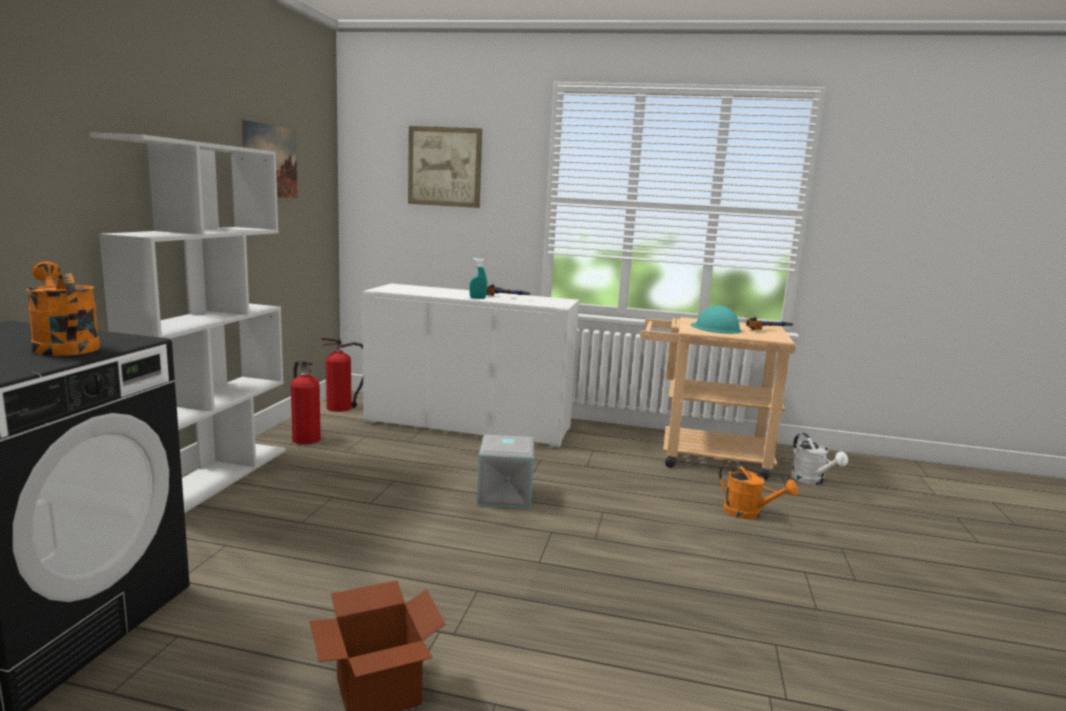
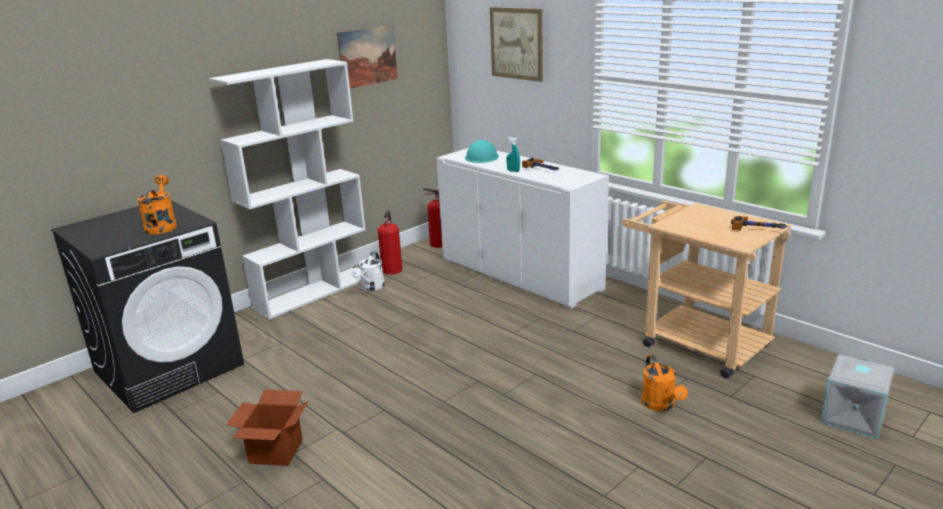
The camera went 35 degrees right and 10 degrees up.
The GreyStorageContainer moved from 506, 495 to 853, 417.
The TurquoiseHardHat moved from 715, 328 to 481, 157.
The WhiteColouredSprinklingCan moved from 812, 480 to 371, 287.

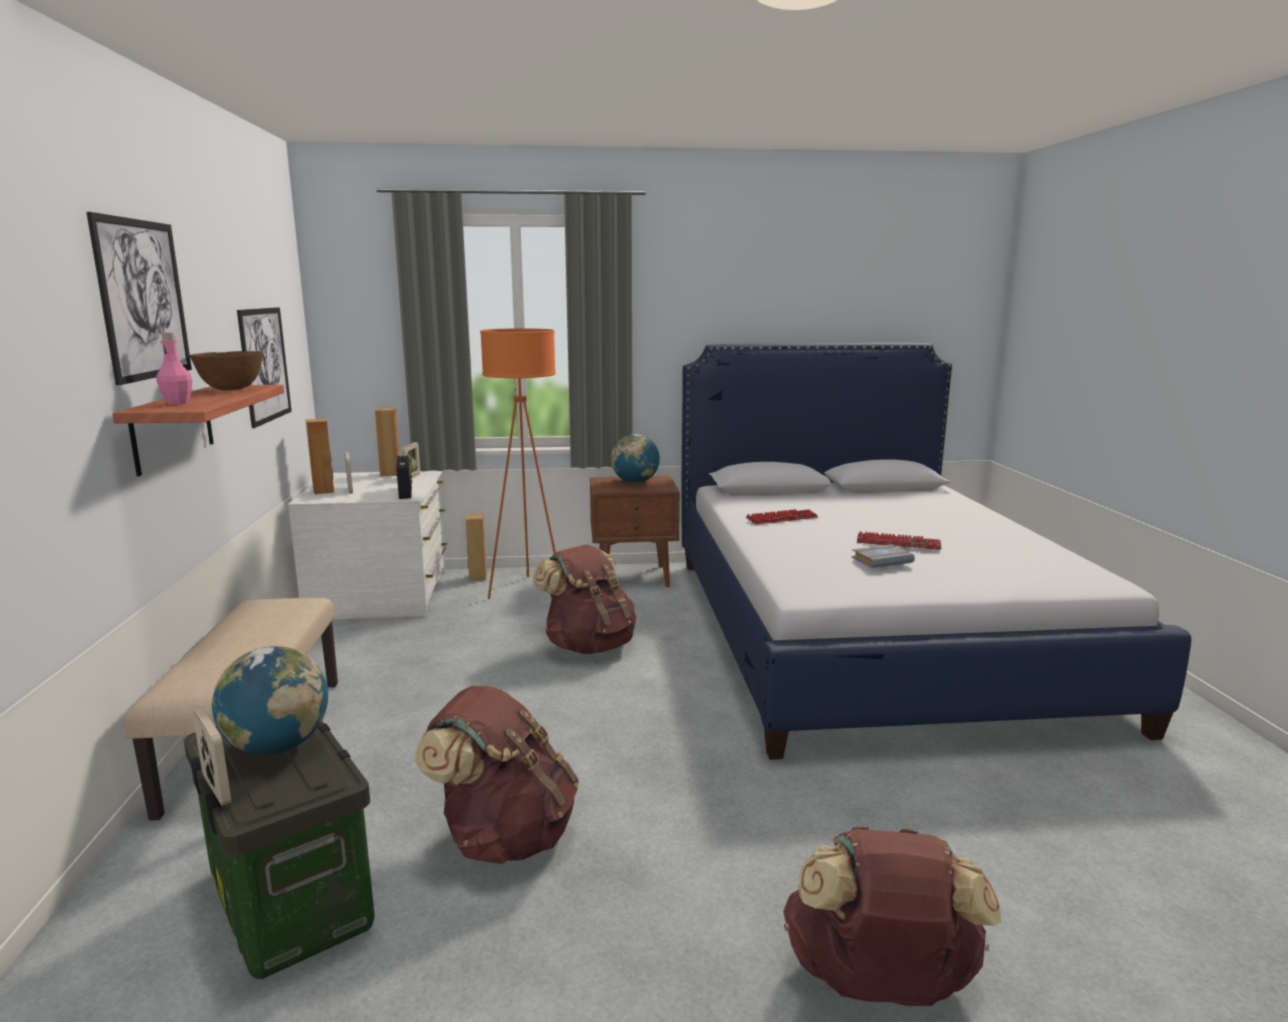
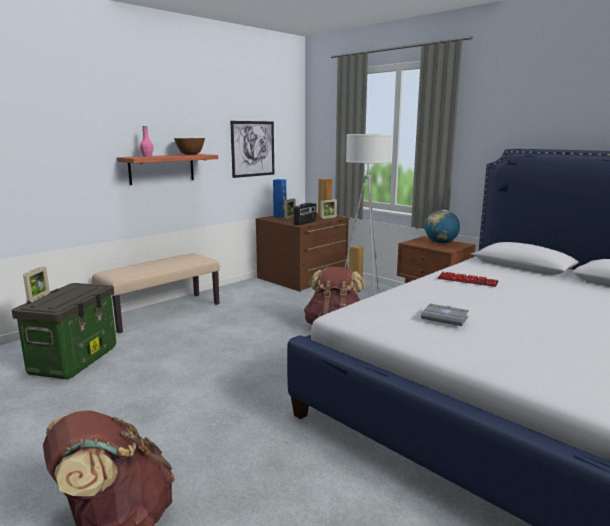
The camera went 50 degrees right and 0 degrees up.
The Picture at 143, 299 disappeared.
The WorldGlobe at 277, 746 disappeared.
The WhiteColouredDrawerChest at 382, 594 became the BrownishDrawerChest at 303, 277.
The BrownishLoudspeaker at 324, 491 became the BluishLoudspeaker at 280, 216.
The BrownishRucksack at 504, 837 disappeared.
The OrangeyFloorLamp at 527, 591 became the WhiteColouredFloorLamp at 363, 296.
The ComputerKeyboard at 898, 543 disappeared.

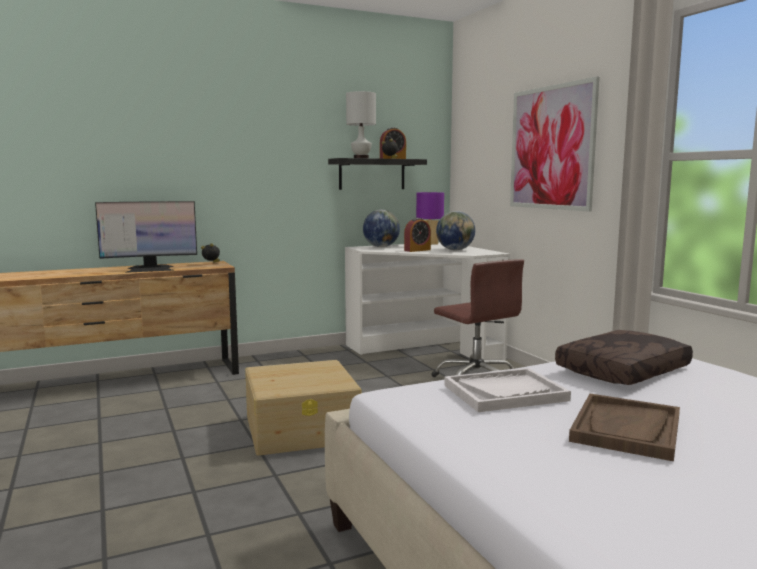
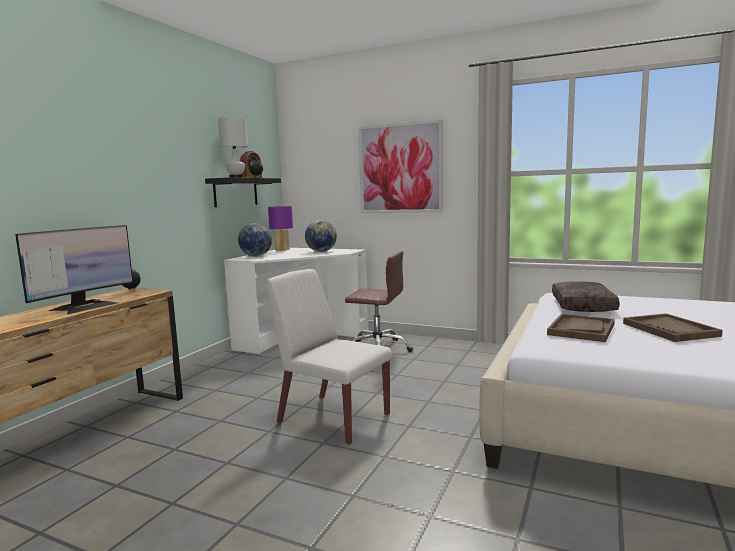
The camera went 40 degrees left and 0 degrees up.
The BeigeColouredStorageContainer at 302, 428 was replaced by the WhiteColouredPlainChair at 332, 418.
The AlarmClock at 417, 250 disappeared.
The WhiteColouredTray at 505, 393 became the BrownishTray at 581, 329.

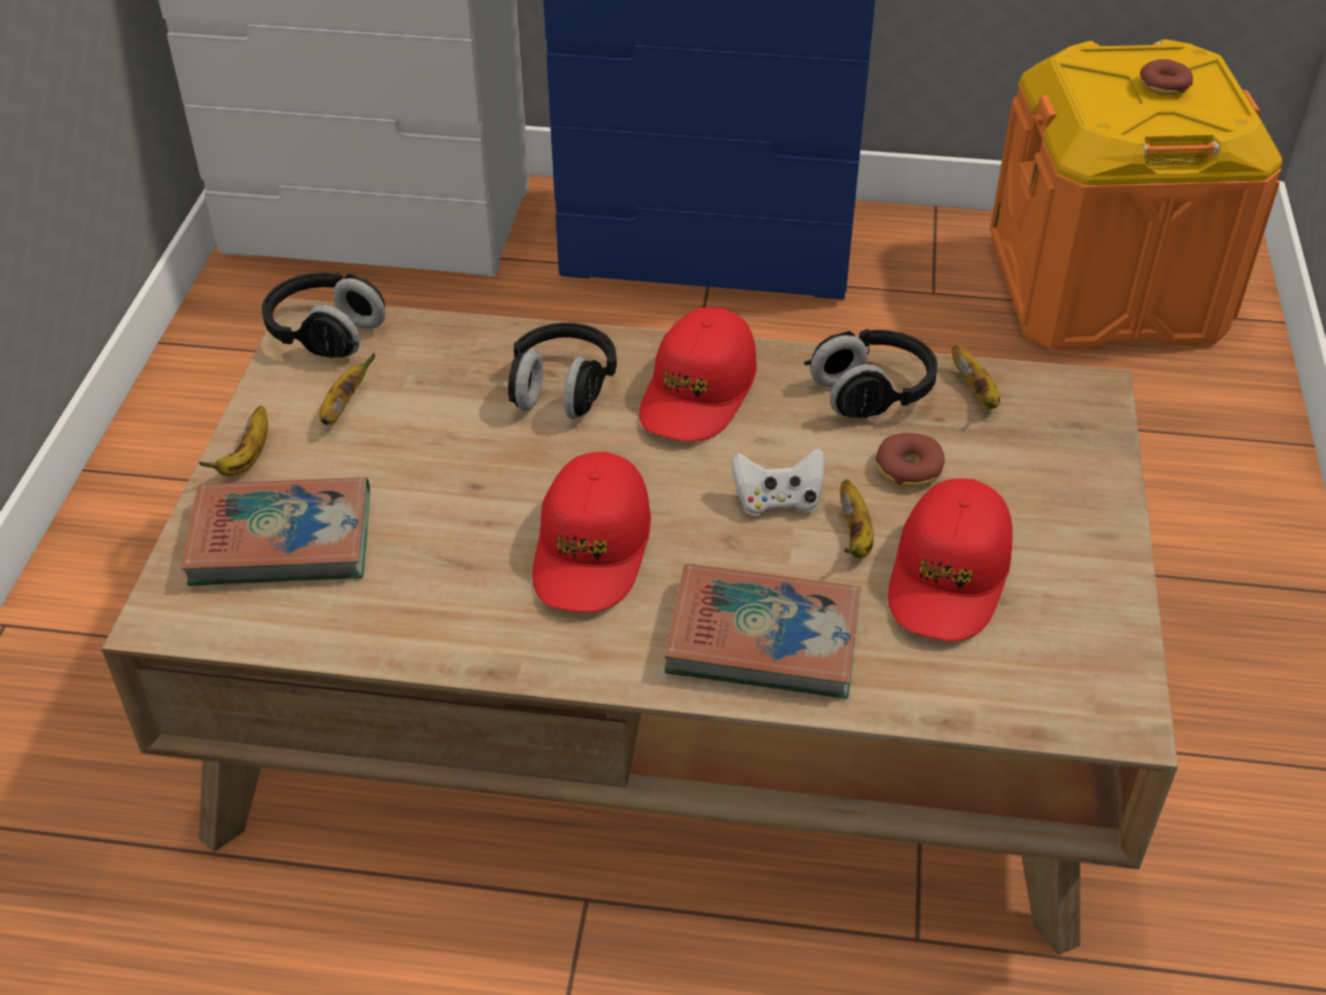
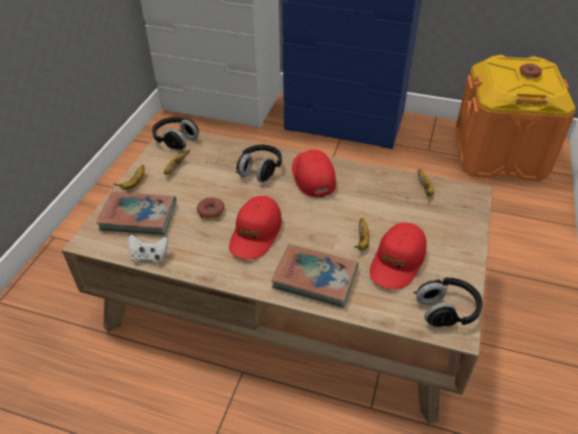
The camera went 10 degrees right and 0 degrees up.
The RedCap at 698, 392 turned 135 degrees clockwise.
The WhiteColouredGamepad moved from 778, 501 to 149, 257.
The BlackishHeadphones moved from 872, 393 to 446, 310.
The Donut moved from 908, 469 to 211, 212.

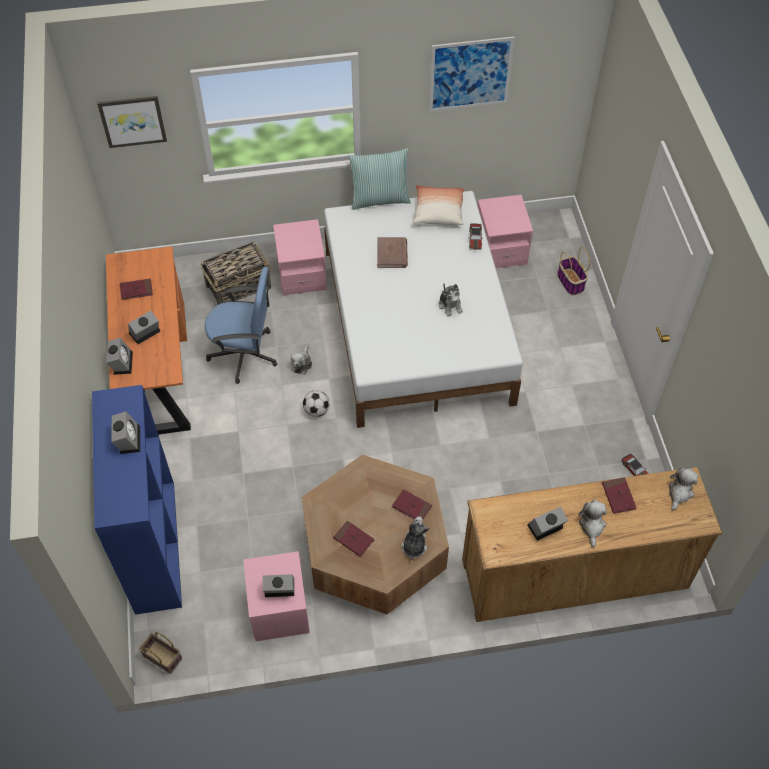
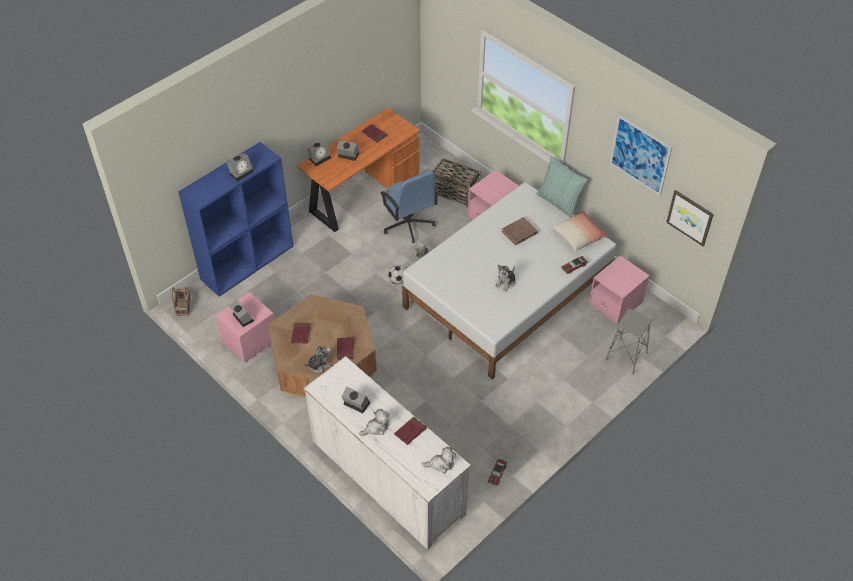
The camera went 55 degrees right and 5 degrees down.
The Picture moved from 132, 121 to 690, 217.
The BrownishDrawerChest at 574, 573 became the WhiteColouredDrawerChest at 387, 477.
The StorageBasket at 571, 282 was replaced by the GreySittingStool at 626, 357.

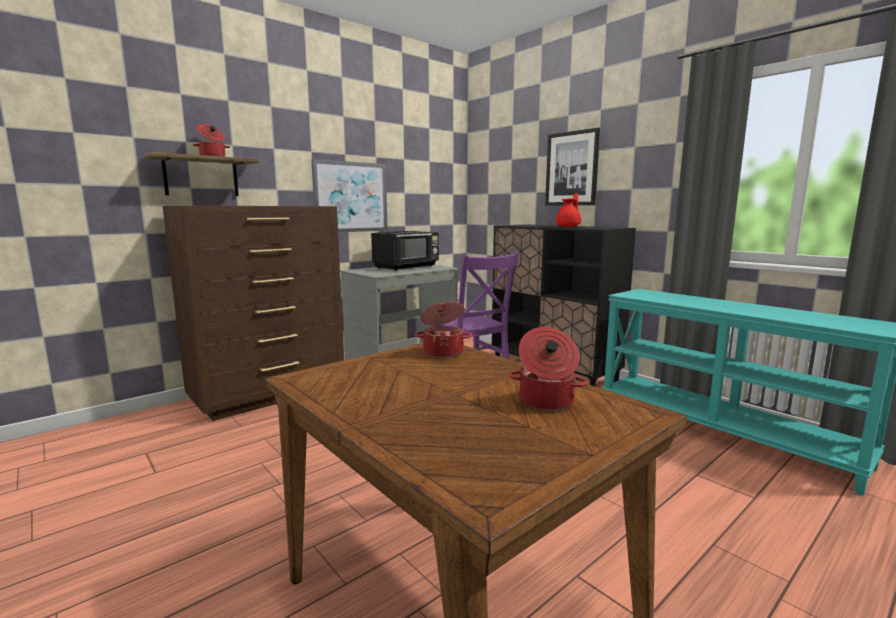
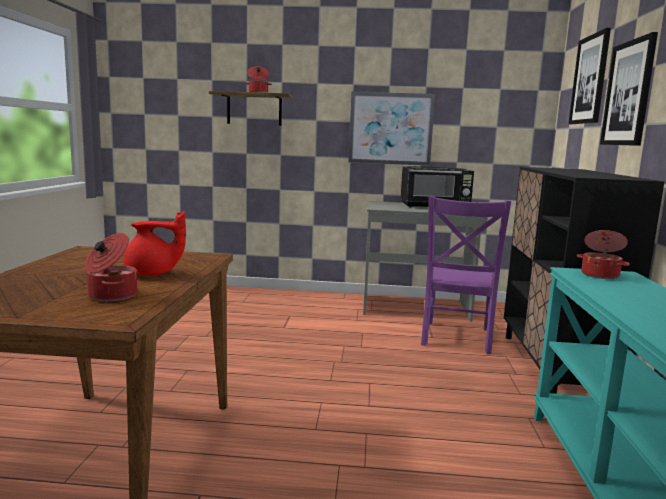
The camera went 45 degrees right and 0 degrees up.
The BrownishDrawerChest at 270, 394 disappeared.
The Saucepot moved from 443, 352 to 600, 275.
The RedPotForTea moved from 569, 226 to 152, 274.
The Picture at 590, 79 appeared.

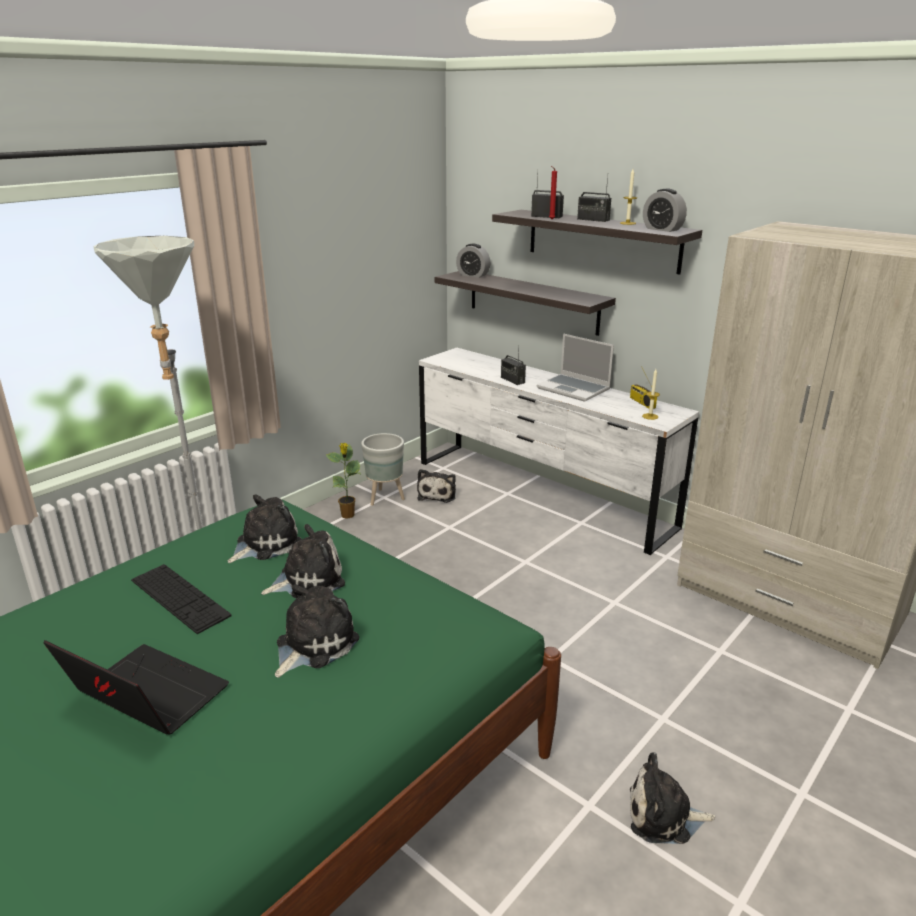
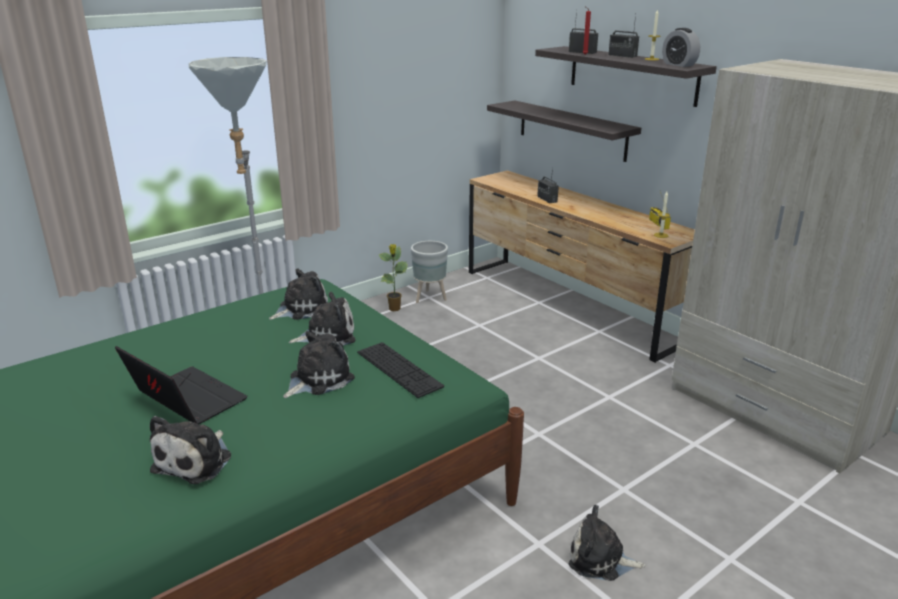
The camera went 10 degrees right and 0 degrees up.
The ComputerKeyboard moved from 179, 597 to 399, 369.
The CuddlyToy moved from 437, 494 to 196, 461.
The WhiteColouredDrawerChest at 540, 493 became the BrownishDrawerChest at 568, 304.
The AlarmClock at 473, 275 disappeared.
The NotebookComputer at 574, 389 disappeared.

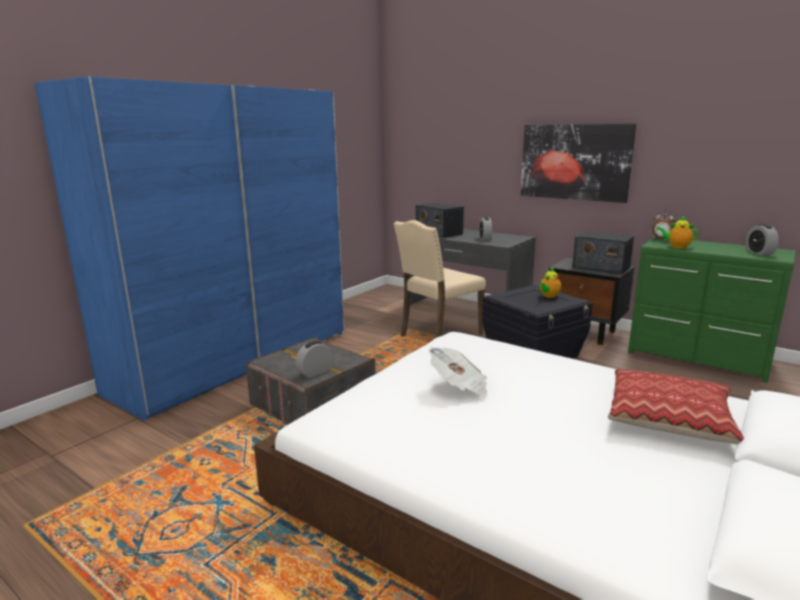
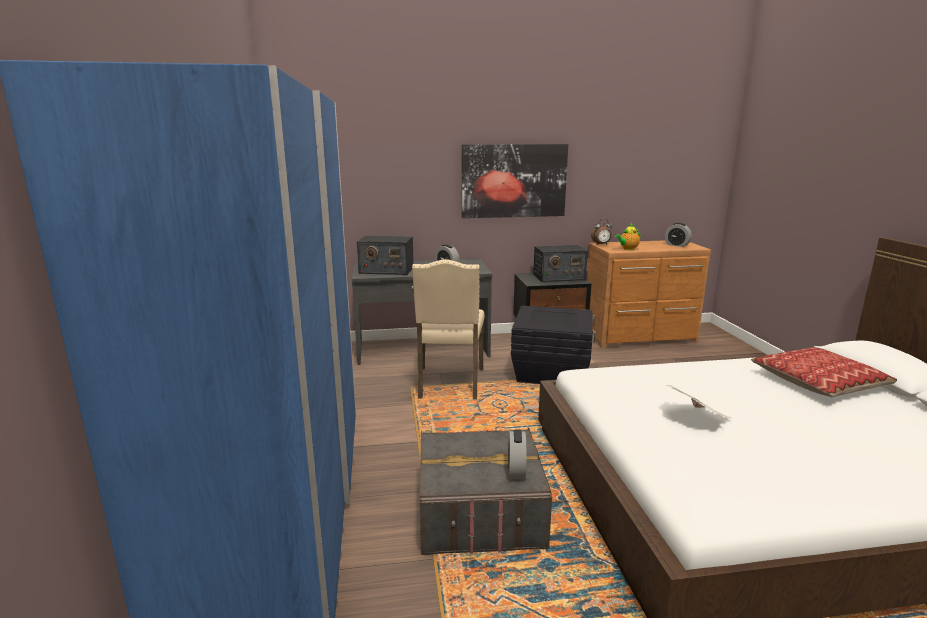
The camera went 45 degrees left and 0 degrees up.
The PotForTea at 548, 296 disappeared.
The GreenDrawerChest at 698, 358 became the BrownishDrawerChest at 641, 336.

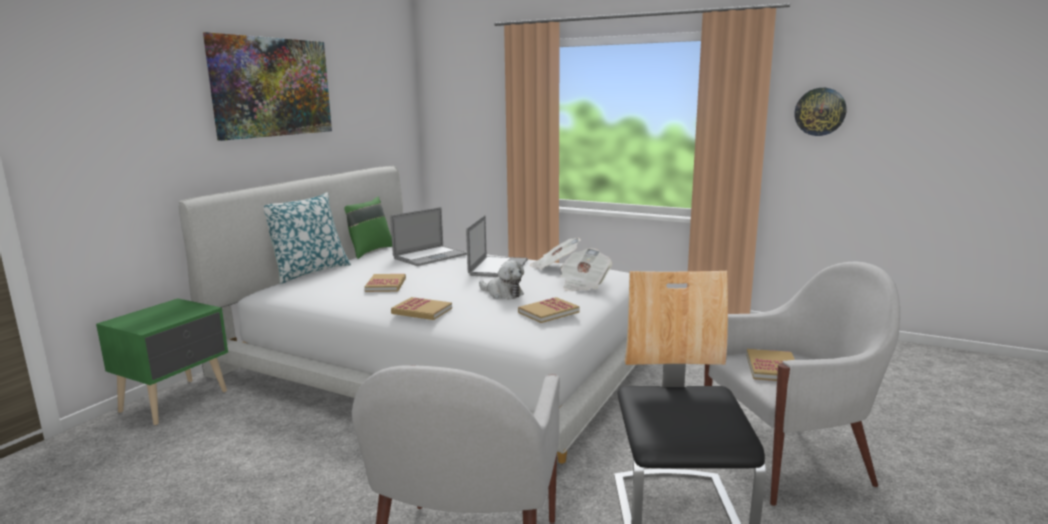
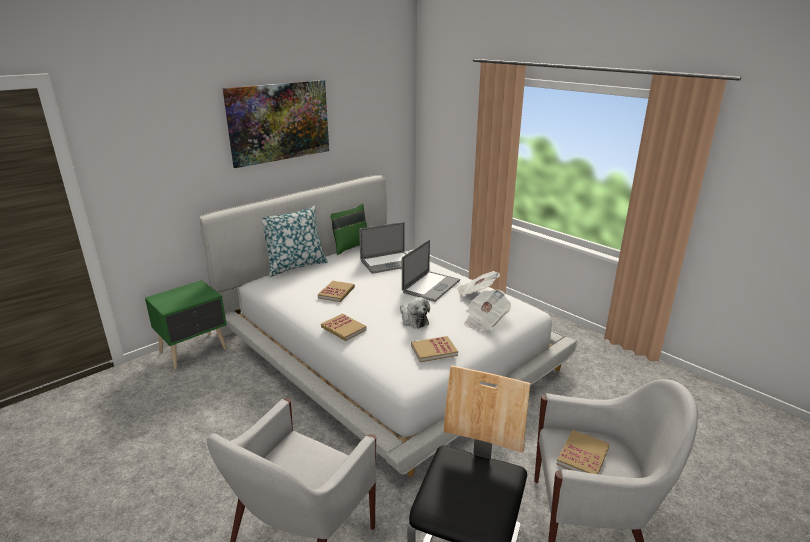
The camera went 20 degrees right and 10 degrees up.
The HangingClock at 820, 111 disappeared.

